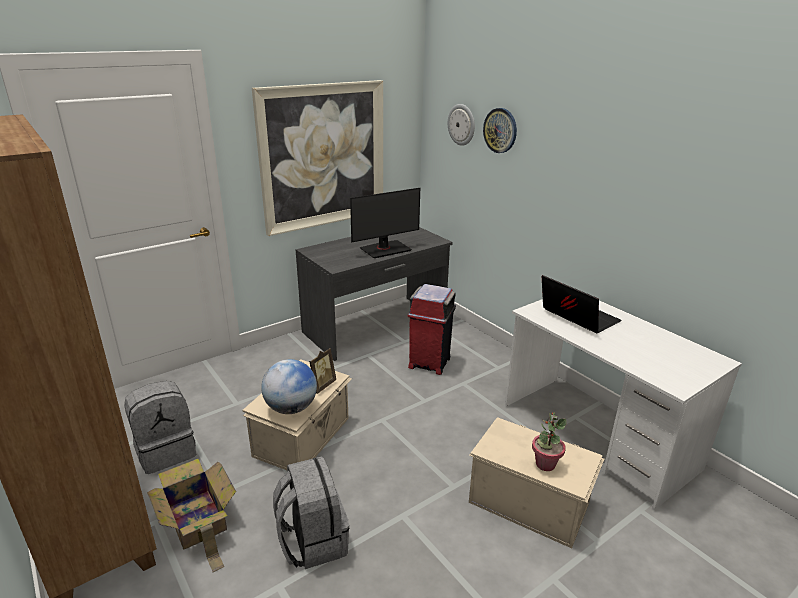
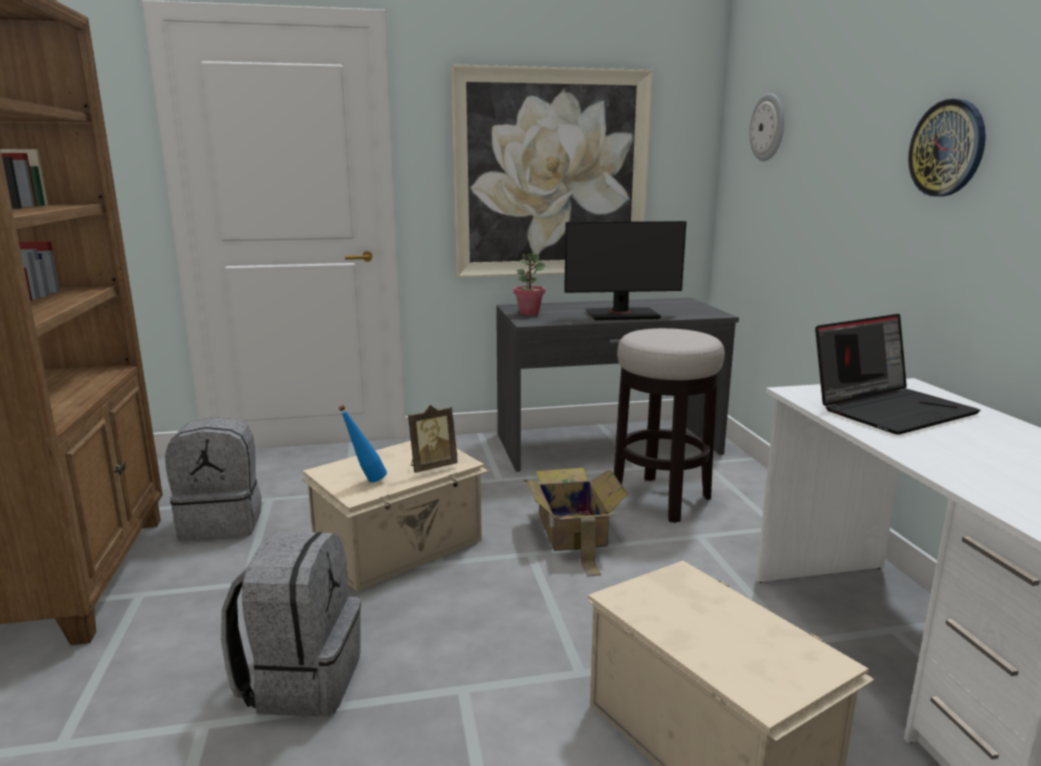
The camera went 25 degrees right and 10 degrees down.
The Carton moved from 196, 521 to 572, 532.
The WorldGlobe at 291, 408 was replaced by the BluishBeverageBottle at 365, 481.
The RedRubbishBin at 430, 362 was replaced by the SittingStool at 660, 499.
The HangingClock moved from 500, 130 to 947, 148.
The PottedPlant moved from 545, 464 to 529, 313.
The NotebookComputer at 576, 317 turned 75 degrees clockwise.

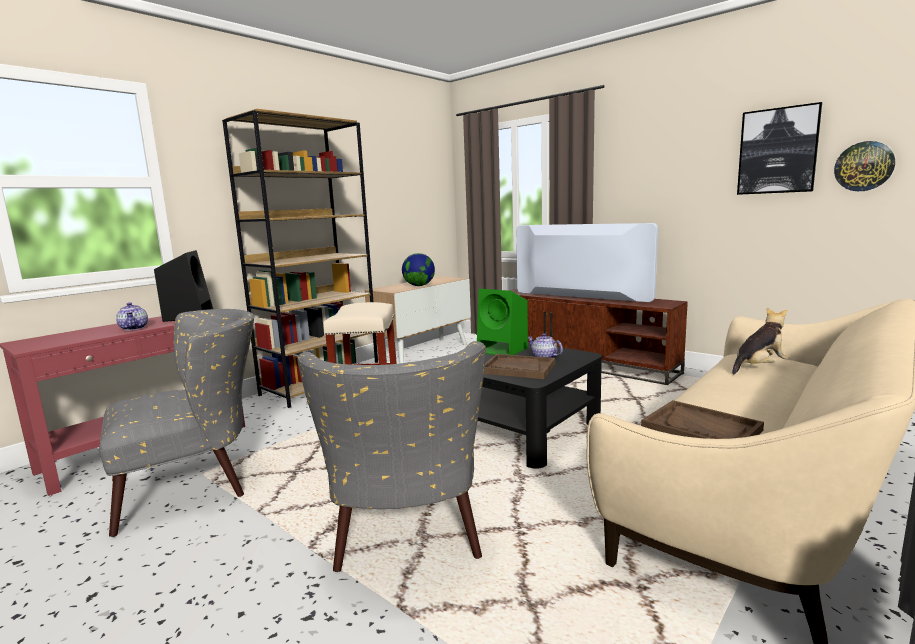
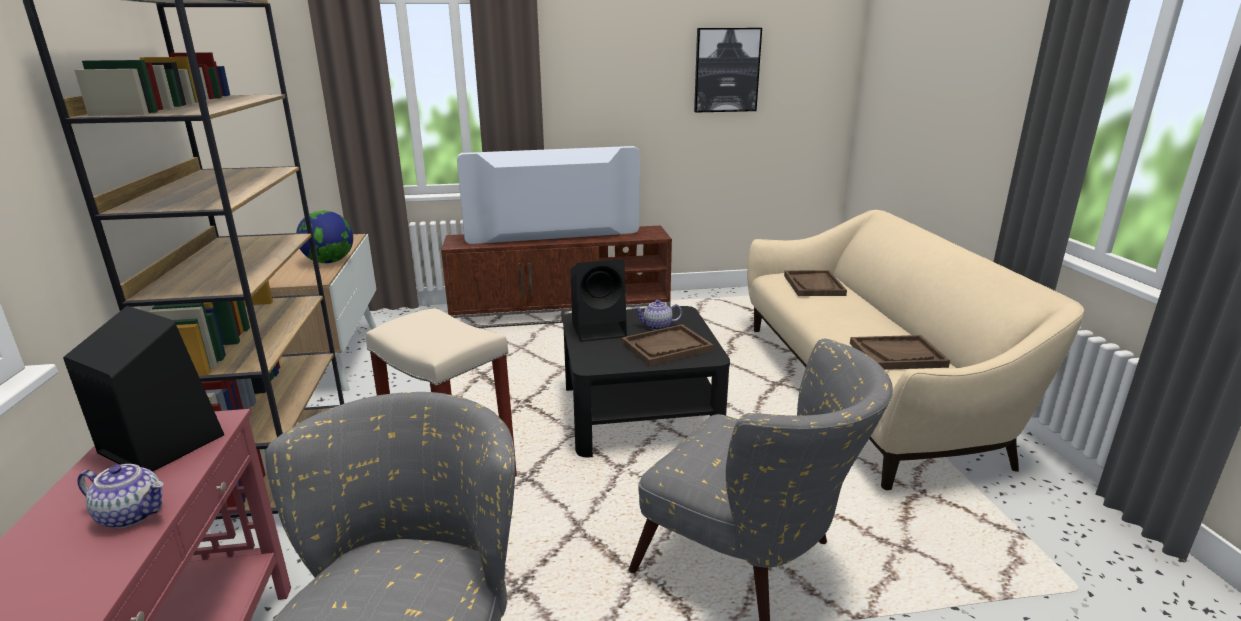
The camera went 50 degrees left and 10 degrees up.
The GreenLoudspeaker at 503, 350 became the BlackishLoudspeaker at 600, 329.
The CuddlyToy at 759, 367 was replaced by the BrownishTray at 814, 285.
The HangingClock at 864, 166 disappeared.

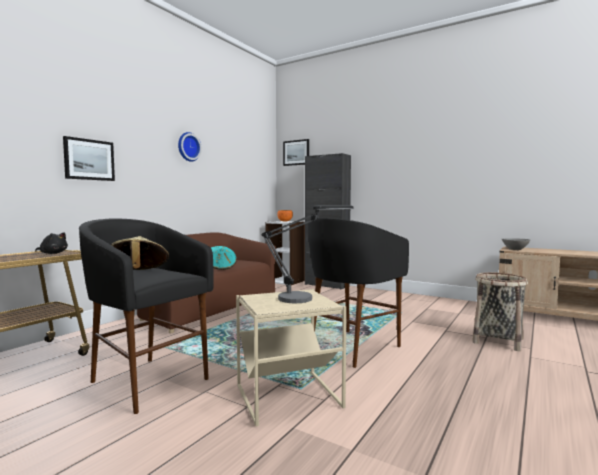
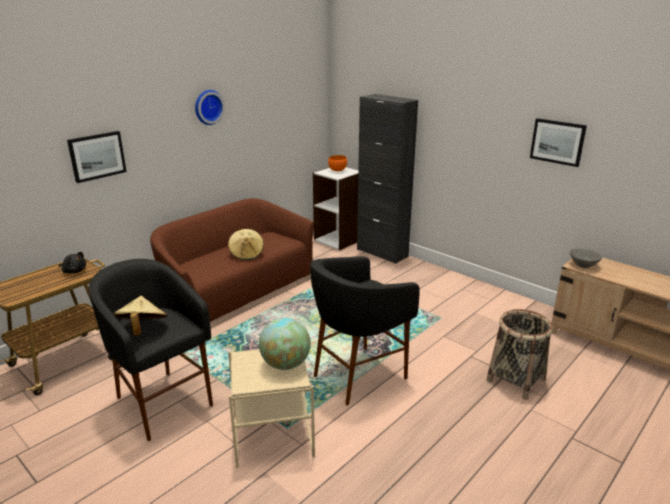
The camera went 10 degrees right and 20 degrees up.
The TurquoiseClothingHat at 220, 267 became the BeigeColouredClothingHat at 246, 254.
The LampForATable at 305, 297 was replaced by the WorldGlobe at 285, 364.
The Picture moved from 296, 152 to 557, 142.

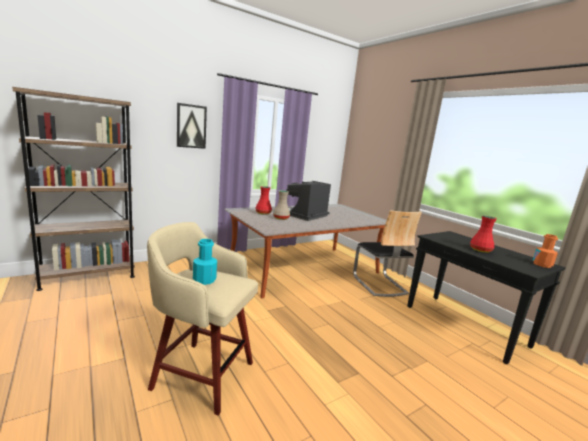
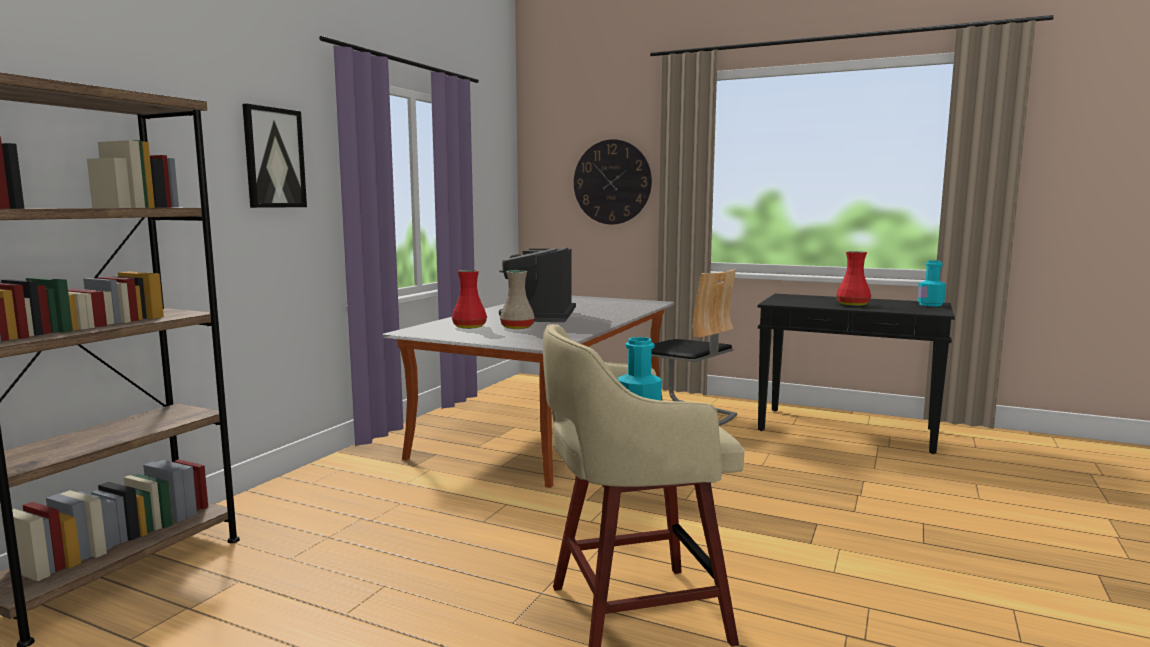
The camera went 30 degrees left and 5 degrees down.
The OrangeyBeverageBottle at 542, 265 became the TurquoiseBeverageBottle at 930, 305.
The HangingClock at 612, 182 appeared.

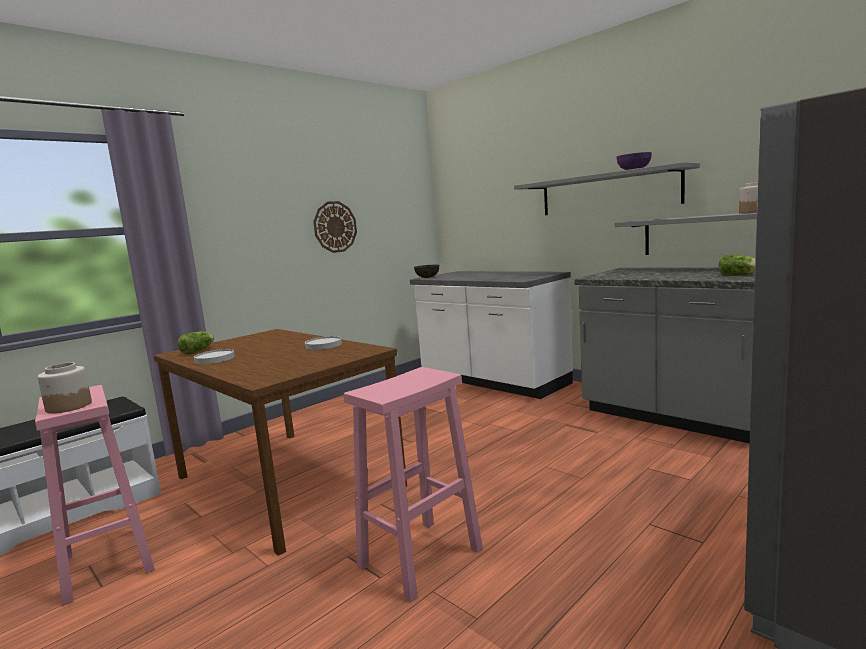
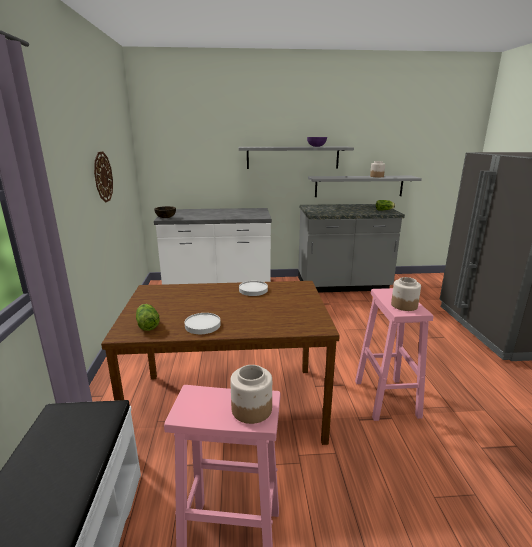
The camera went 50 degrees left and 10 degrees up.
The StorageJar at 404, 305 appeared.

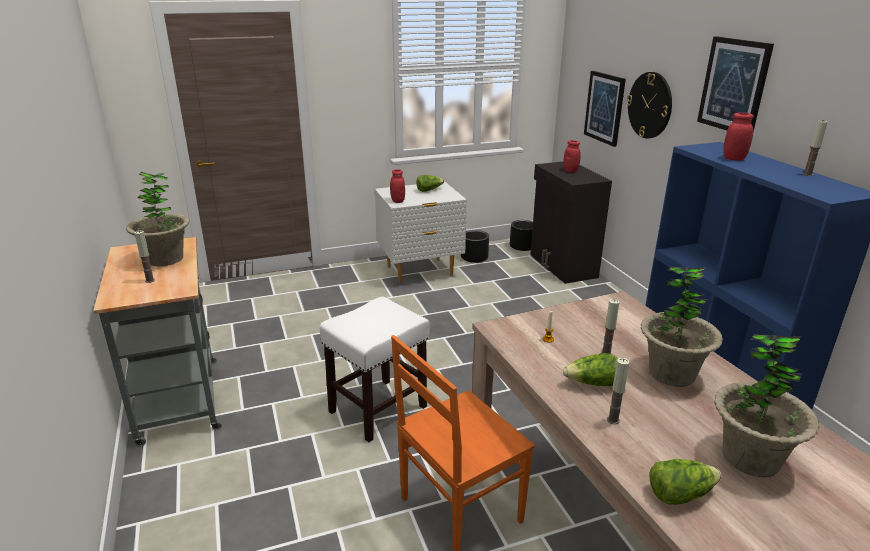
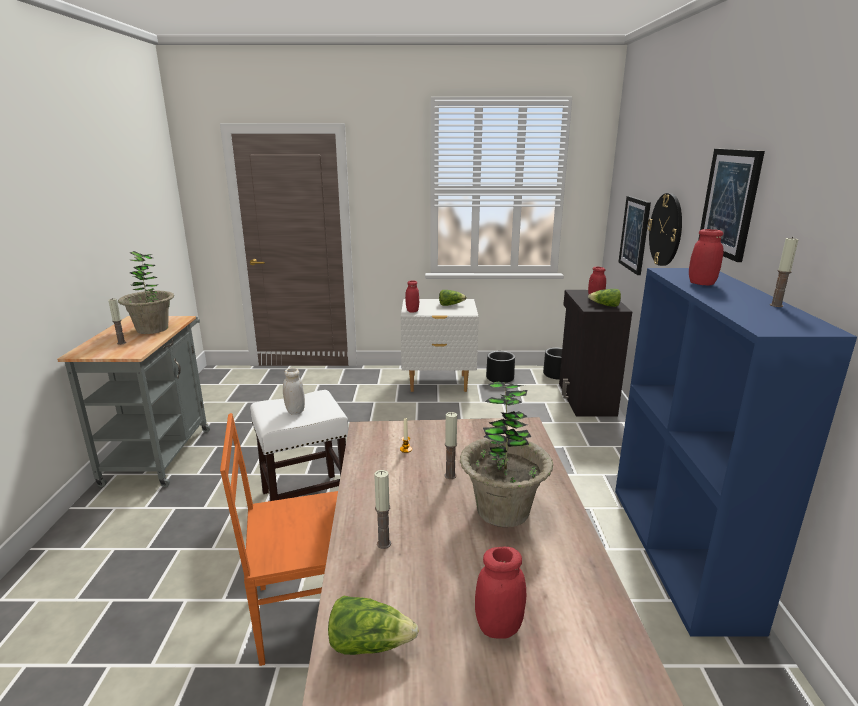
The camera went 20 degrees right and 5 degrees down.
The HeadOfLettuce moved from 592, 383 to 605, 305.
The PottedPlant at 750, 458 was replaced by the RedStorageJar at 498, 628.
The WhiteColouredStorageJar at 295, 411 appeared.

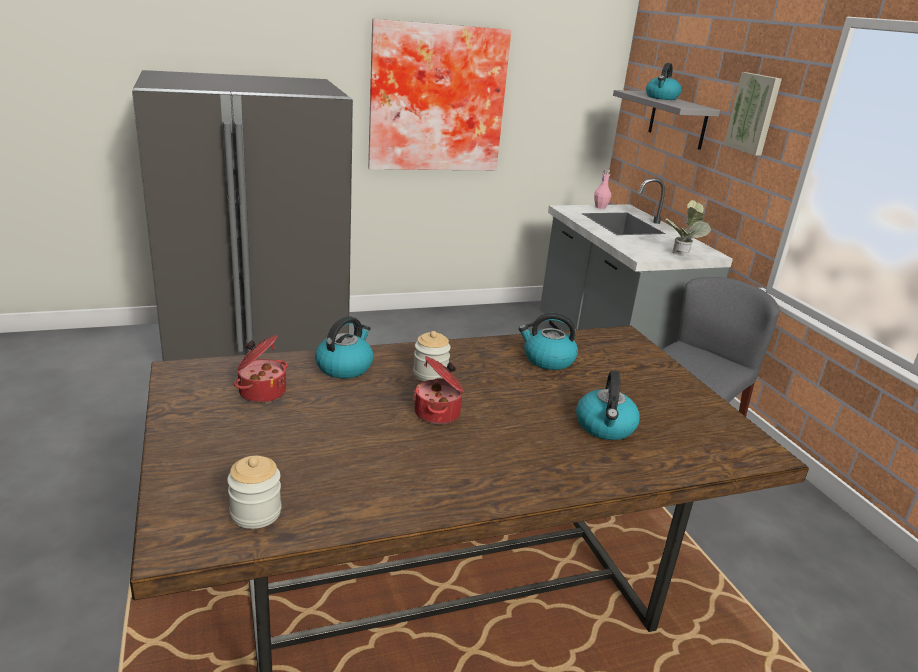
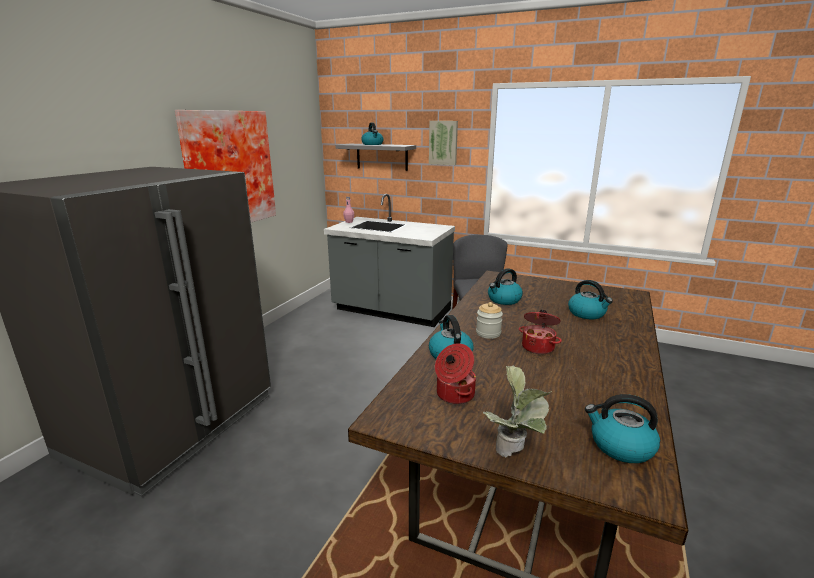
The camera went 45 degrees left and 5 degrees down.
The StorageJar at 256, 513 was replaced by the WaterKettle at 620, 446.
The PottedPlant moved from 681, 256 to 515, 454.

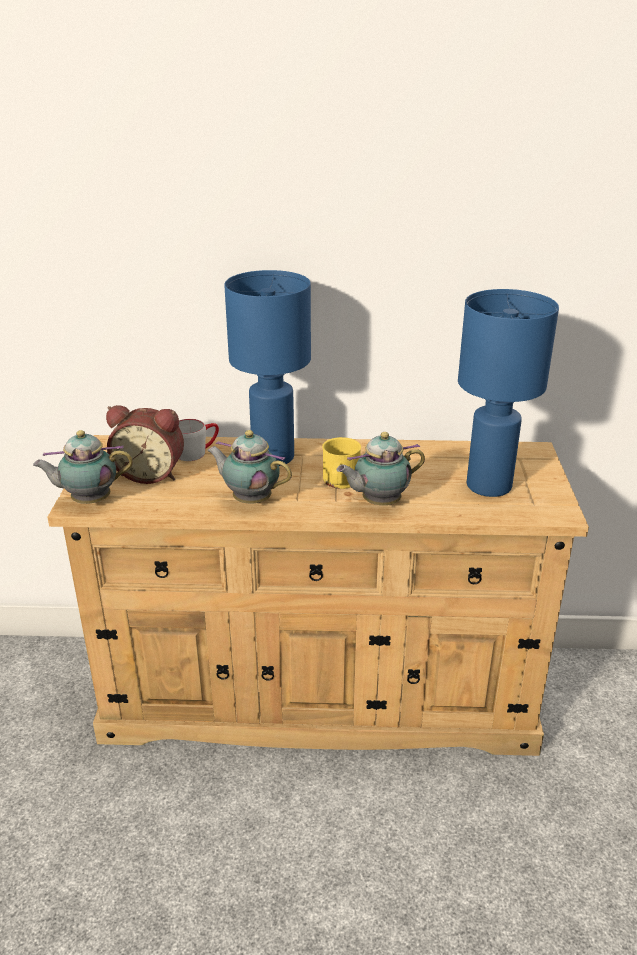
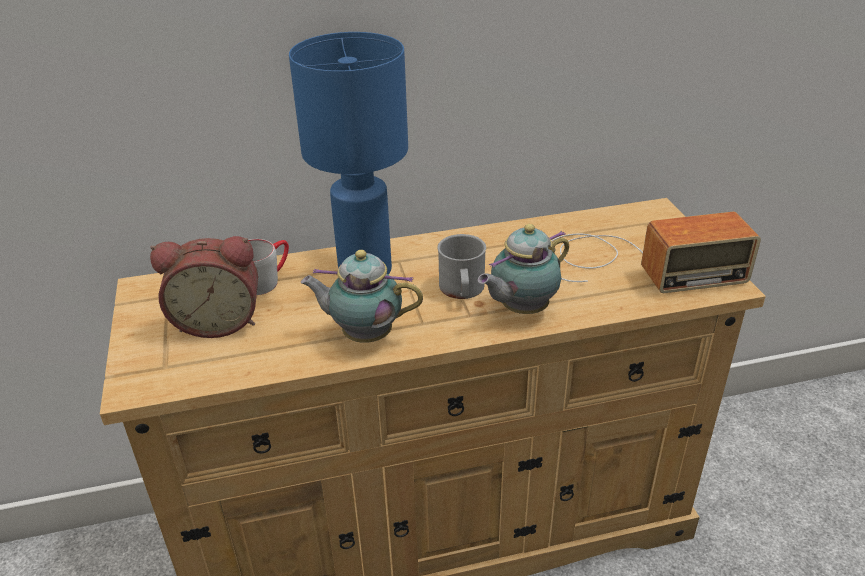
The camera went 15 degrees left and 5 degrees up.
The PotForTea at 88, 501 disappeared.
The YellowishCoffeeMug at 339, 483 became the GreyCoffeeMug at 462, 291.
The BluishLampForATable at 489, 485 was replaced by the RadioReceiver at 633, 263.

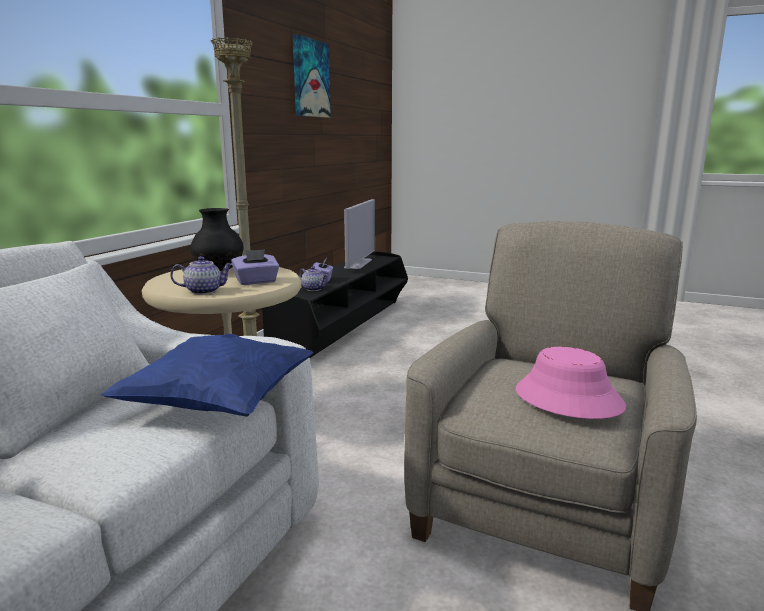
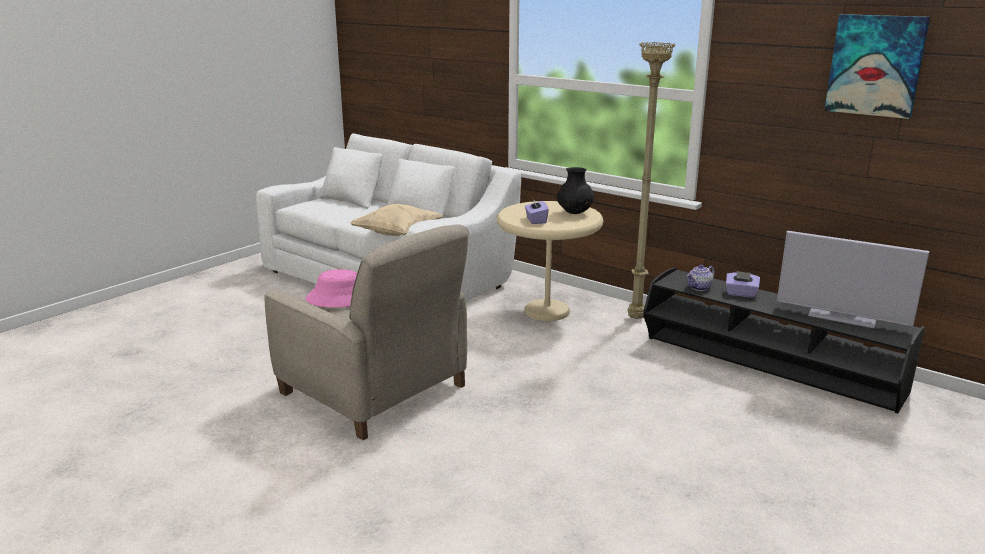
The camera went 105 degrees right and 5 degrees up.
The BluishCushion at 219, 404 became the BeigeColouredCushion at 397, 234.
The PotForTea at 204, 291 disappeared.

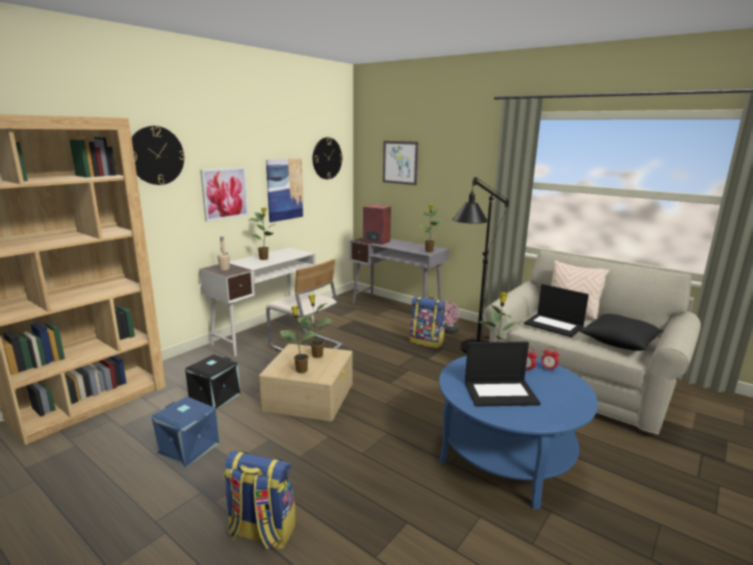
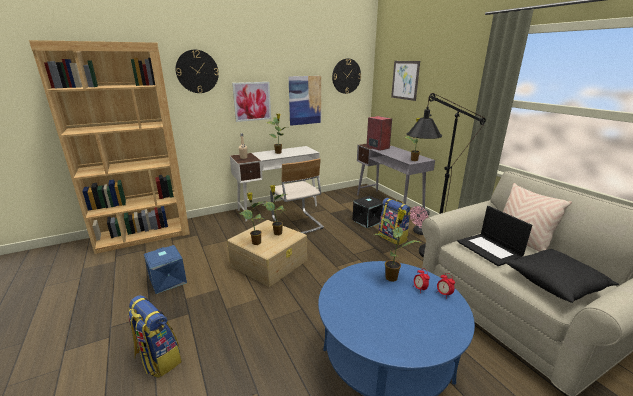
The camera went 25 degrees right and 5 degrees up.
The BlackishStorageContainer moved from 214, 396 to 367, 221.
The NotebookComputer at 501, 392 disappeared.

